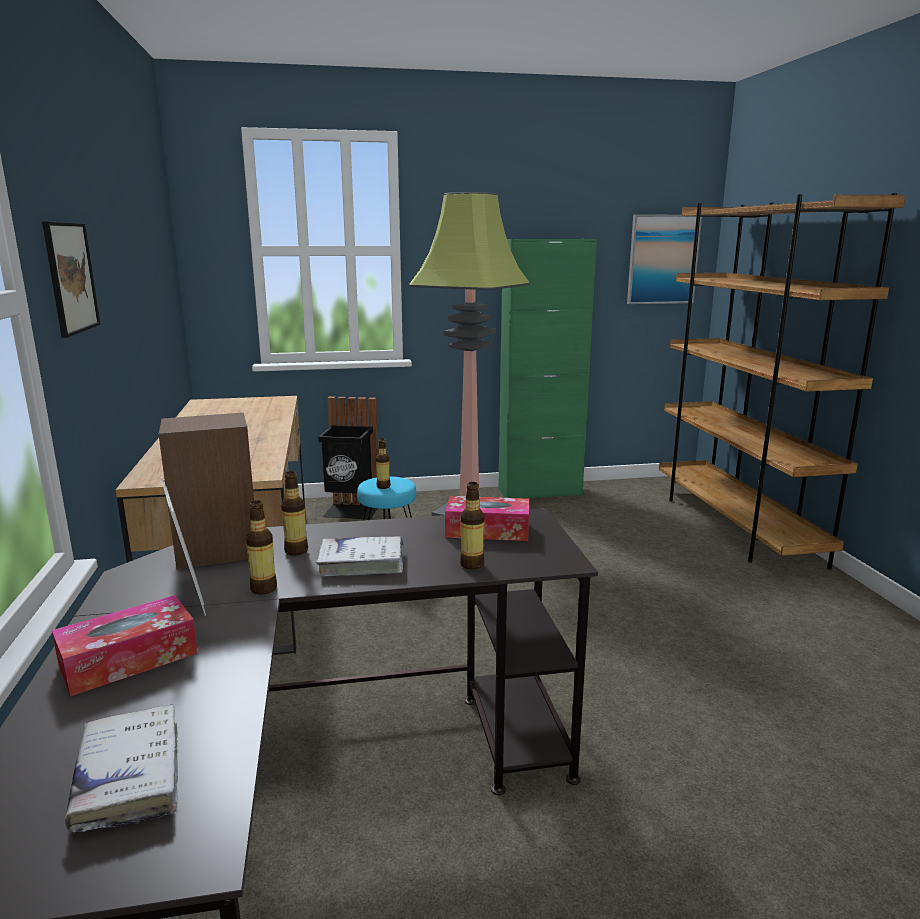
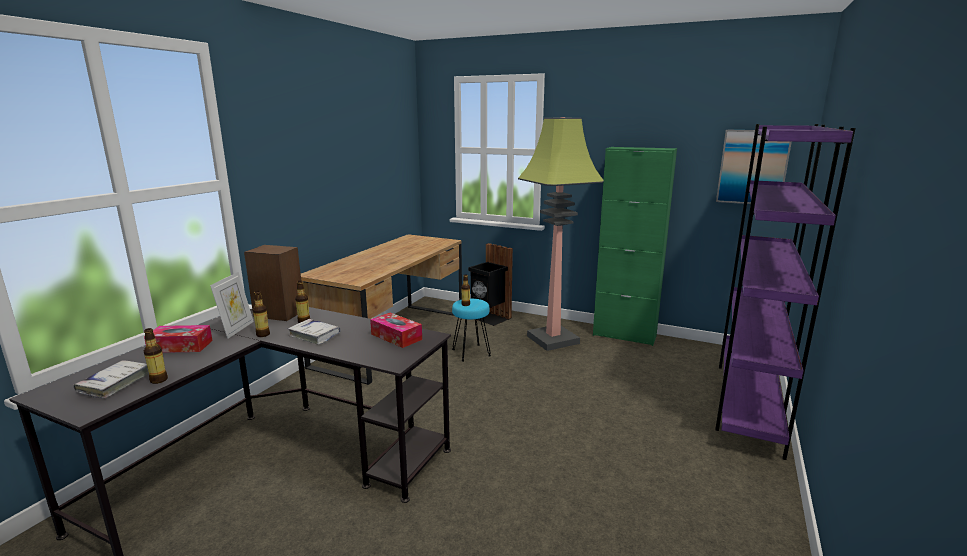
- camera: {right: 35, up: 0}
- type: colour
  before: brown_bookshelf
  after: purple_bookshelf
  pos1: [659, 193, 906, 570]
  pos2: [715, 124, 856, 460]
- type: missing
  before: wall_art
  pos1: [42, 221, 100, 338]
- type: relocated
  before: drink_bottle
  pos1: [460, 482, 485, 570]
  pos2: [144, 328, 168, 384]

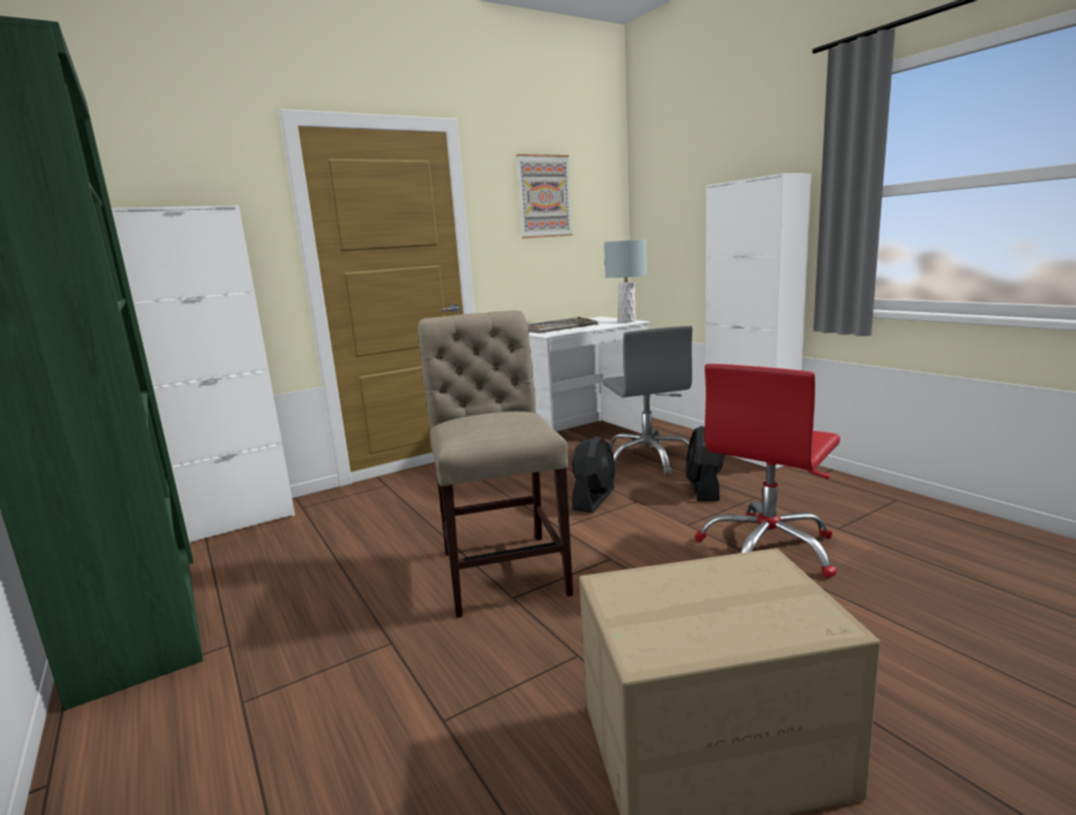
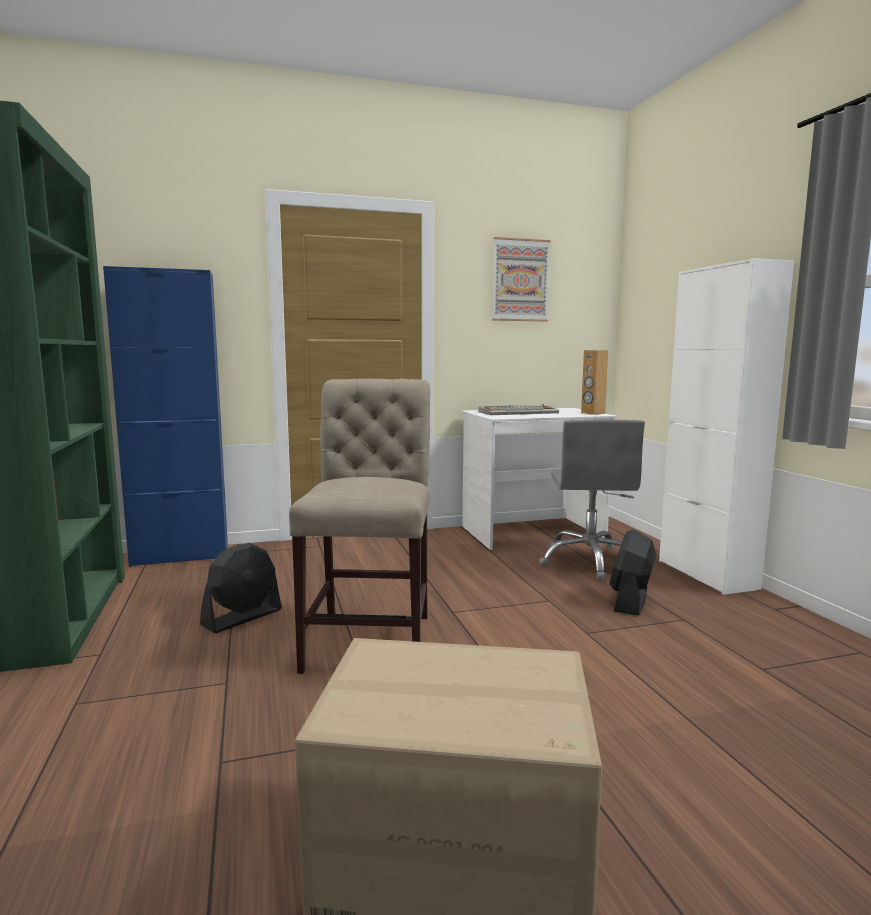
- camera: {right: 15, up: -5}
- type: colour
  before: white-coloured_cabinet
  after: bluish_cabinet
  pos1: [111, 205, 295, 544]
  pos2: [103, 266, 228, 567]
- type: exchanged
  before: grey_lamp_for_a_table
  after: brown_loudspeaker
  pos1: [604, 239, 647, 322]
  pos2: [581, 350, 608, 415]
- type: missing
  before: red-coloured_office_chair
  pos1: [695, 364, 840, 578]
- type: relocated
  before: black_fan
  pos1: [572, 436, 616, 513]
  pos2: [200, 543, 282, 633]

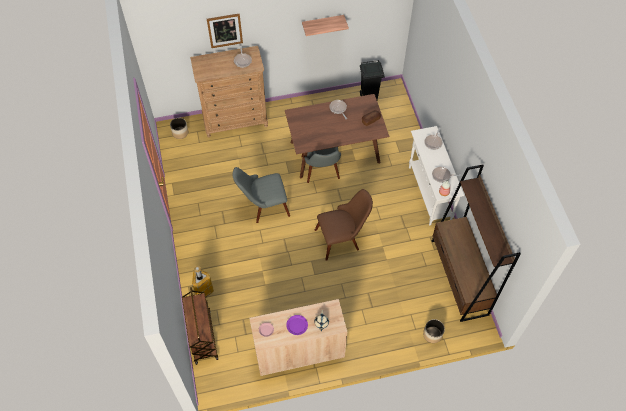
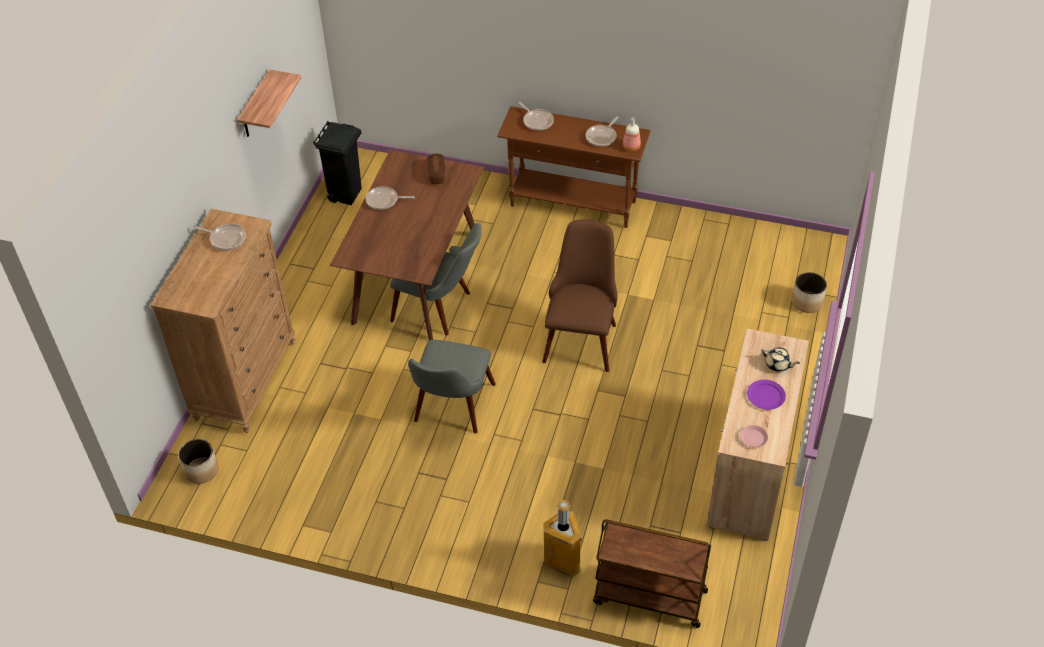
- camera: {right: -60, up: -10}
- type: missing
  before: wall_art
  pos1: [207, 14, 243, 48]
- type: colour
  before: white-coloured_console_table
  after: brown_console_table
  pos1: [409, 126, 465, 225]
  pos2: [497, 106, 650, 228]
- type: missing
  before: brown_bookshelf
  pos1: [432, 165, 521, 322]

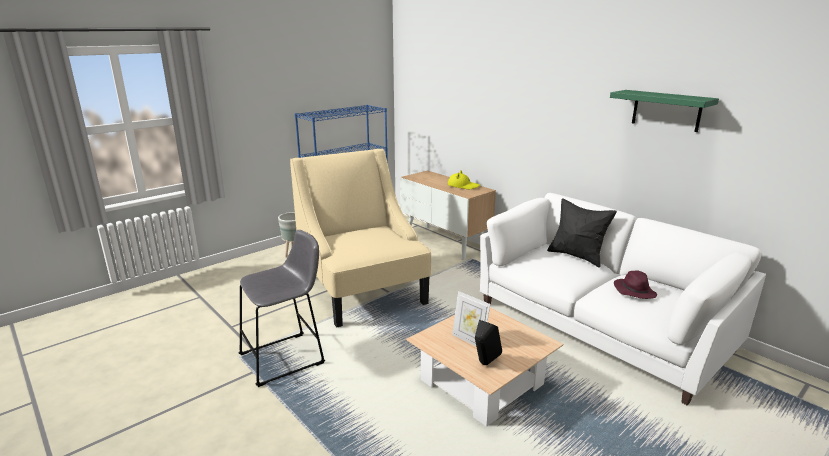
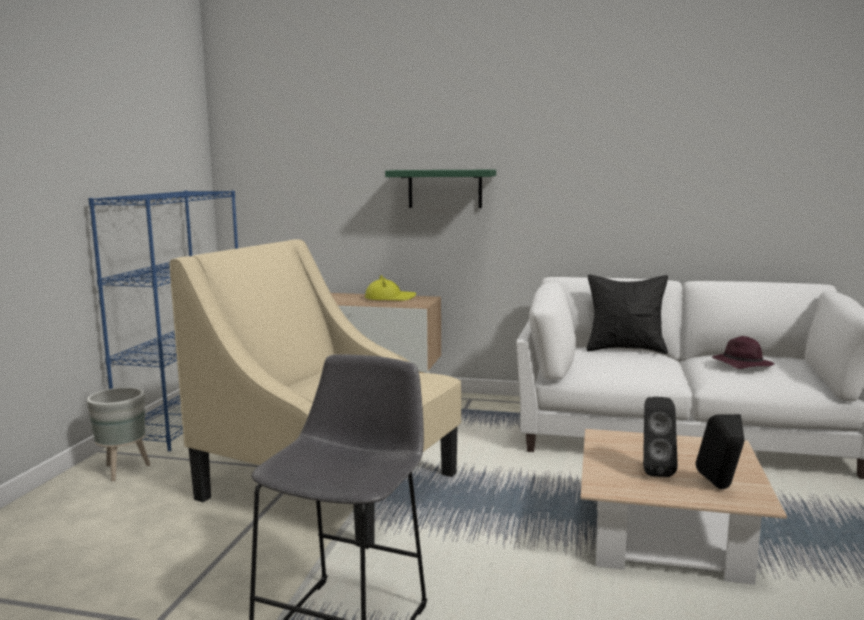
- camera: {right: -35, up: -10}
- type: relocated
  before: green_shelf
  pos1: [610, 90, 719, 132]
  pos2: [385, 169, 496, 208]
- type: exchanged
  before: photo_frame
  after: black_loudspeaker
  pos1: [452, 291, 490, 346]
  pos2: [643, 397, 678, 477]

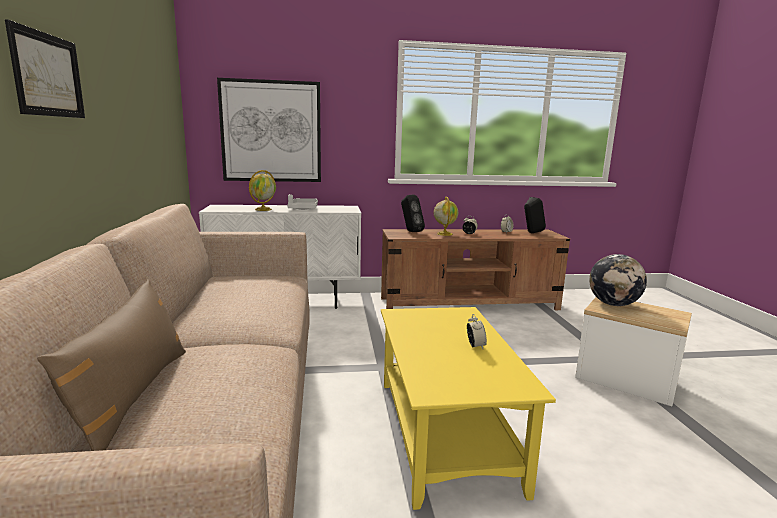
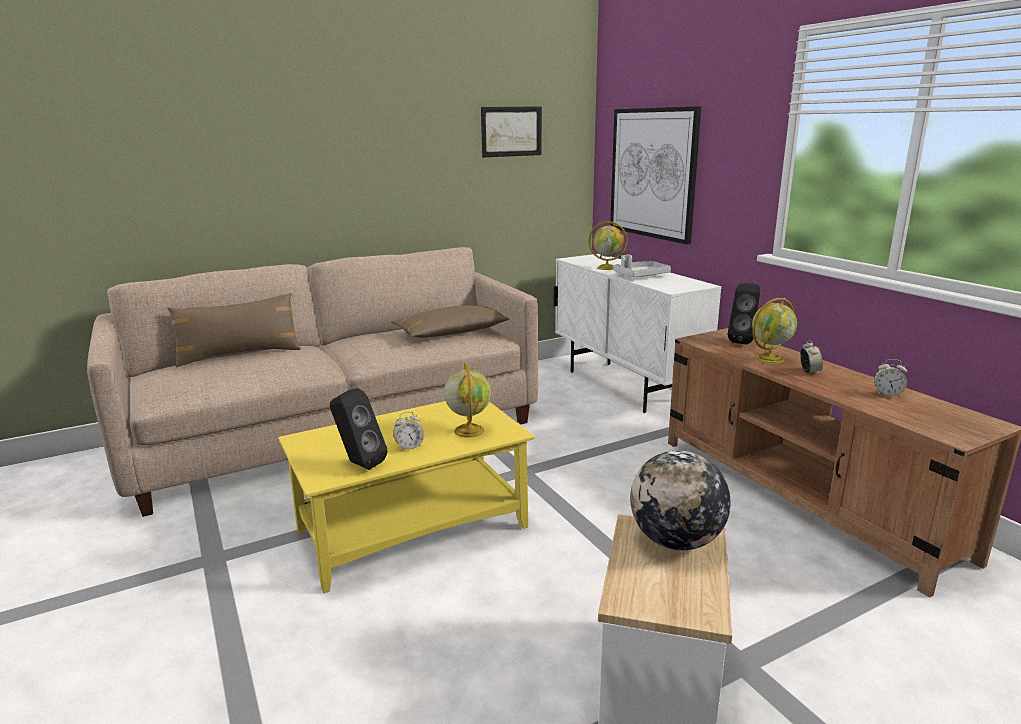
- camera: {right: 70, up: 5}
- type: relocated
  before: wall_art
  pos1: [5, 19, 85, 118]
  pos2: [481, 107, 542, 157]
- type: relocated
  before: black_loudspeaker
  pos1: [524, 197, 546, 233]
  pos2: [330, 388, 387, 470]
- type: appeared
  after: brown_pillow
  pos2: [391, 305, 509, 338]
- type: appeared
  after: globe
  pos2: [444, 362, 491, 438]

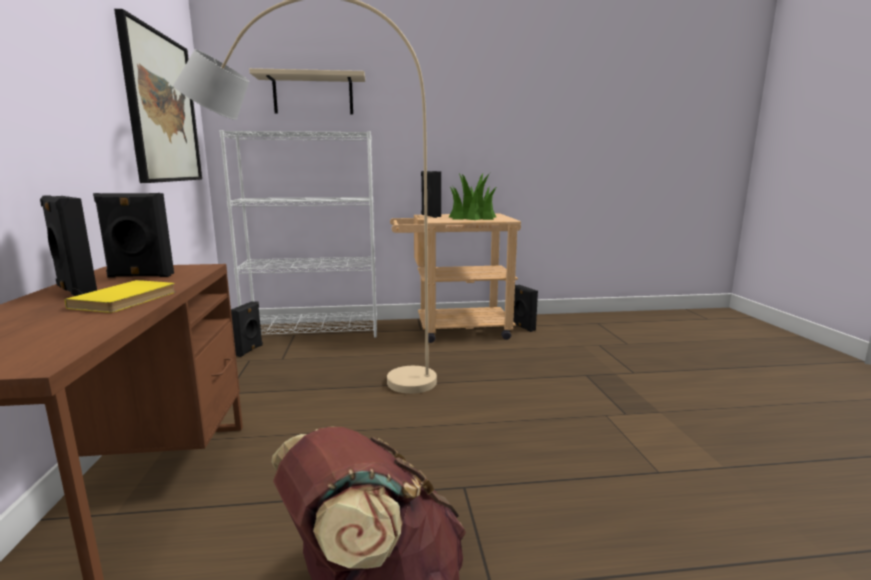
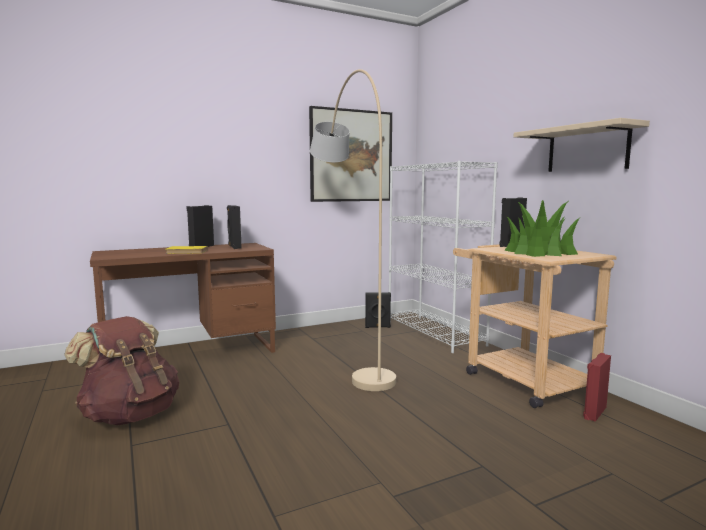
- camera: {right: 70, up: -5}
- type: relocated
  before: sand-coloured_shelf
  pos1: [249, 68, 365, 114]
  pos2: [514, 118, 650, 172]
- type: colour
  before: black_loudspeaker
  after: red-coloured_loudspeaker
  pos1: [514, 285, 538, 332]
  pos2: [583, 353, 611, 422]

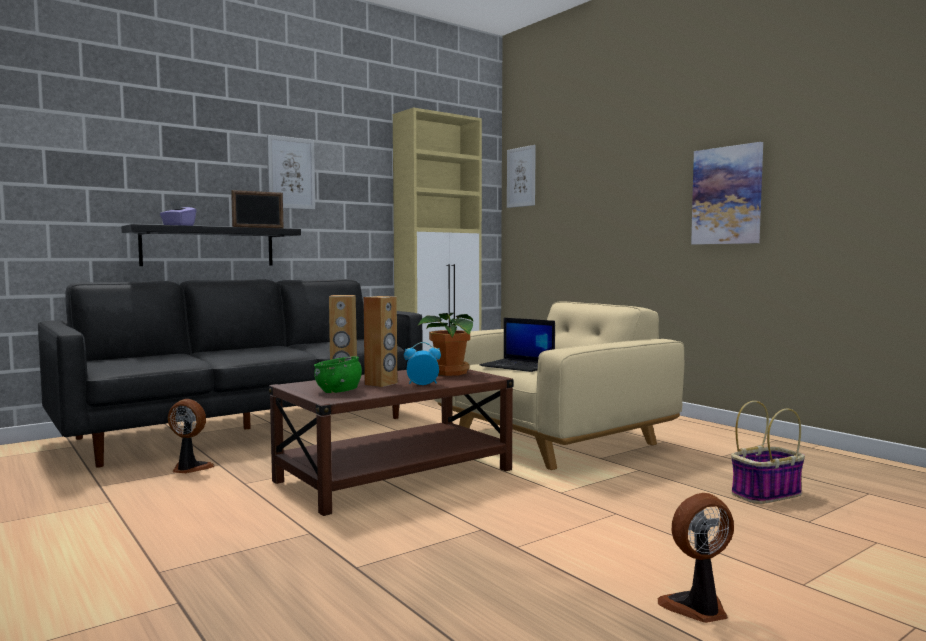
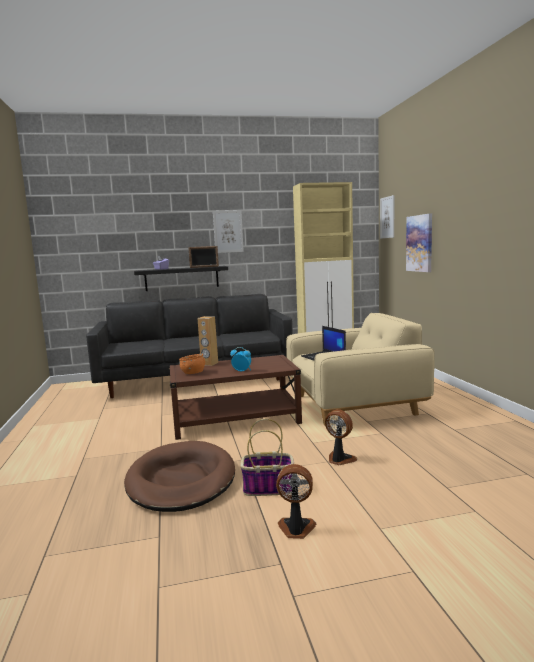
- camera: {right: 25, up: 5}
- type: relocated
  before: wall_art
  pos1: [691, 142, 763, 245]
  pos2: [406, 213, 432, 272]
- type: missing
  before: brown_loudspeaker
  pos1: [363, 296, 397, 387]
- type: missing
  before: potted_plant
  pos1: [418, 313, 474, 376]
- type: colour
  before: green_serving_bowl
  after: orange_serving_bowl
  pos1: [314, 356, 362, 393]
  pos2: [179, 354, 205, 374]
- type: relocated
  before: fan
  pos1: [168, 399, 215, 473]
  pos2: [325, 409, 358, 465]
- type: relocated
  before: household_basket
  pos1: [731, 401, 805, 504]
  pos2: [240, 419, 294, 496]
- type: appeared
  after: brown_pet_bed
  pos2: [124, 441, 235, 512]

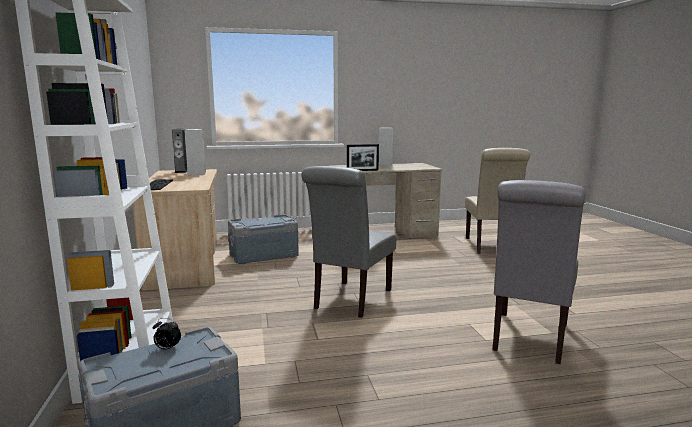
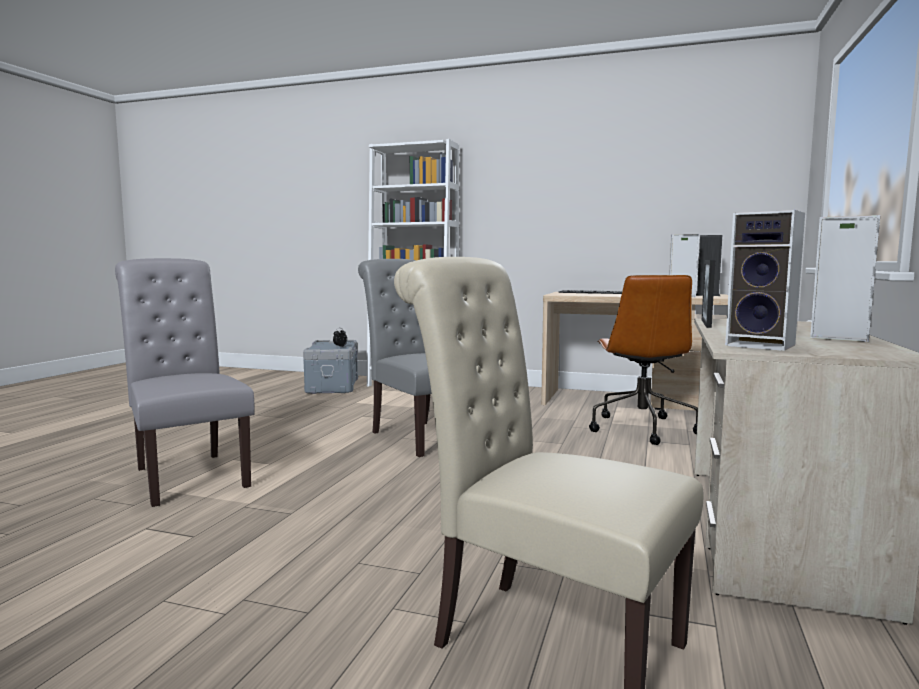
- camera: {right: 120, up: -5}
- type: exchanged
  before: grey_storage_bin
  after: brown_office_chair
  pos1: [228, 215, 299, 264]
  pos2: [589, 275, 698, 445]
- type: appeared
  after: loudspeaker
  pos2: [725, 210, 805, 351]

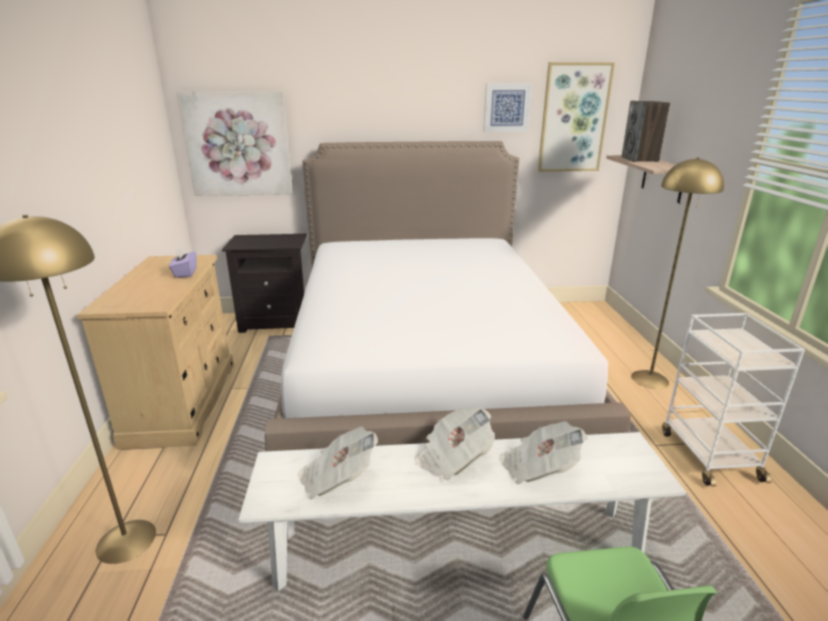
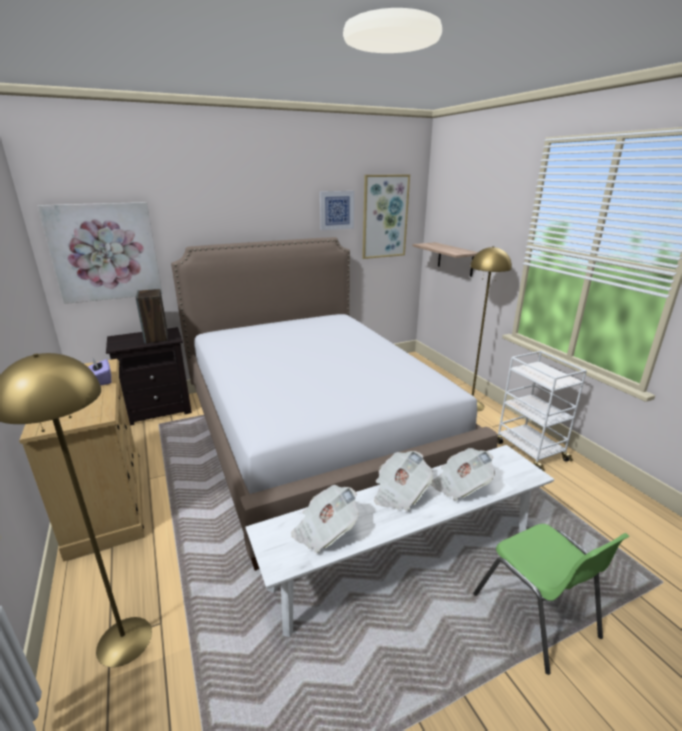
- camera: {right: -20, up: 0}
- type: relocated
  before: loudspeaker
  pos1: [622, 101, 670, 162]
  pos2: [136, 289, 168, 344]

